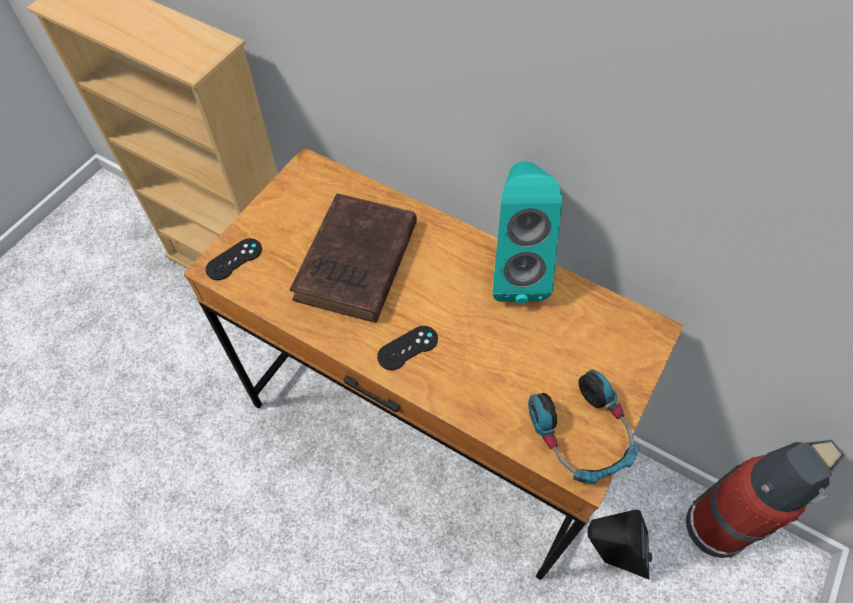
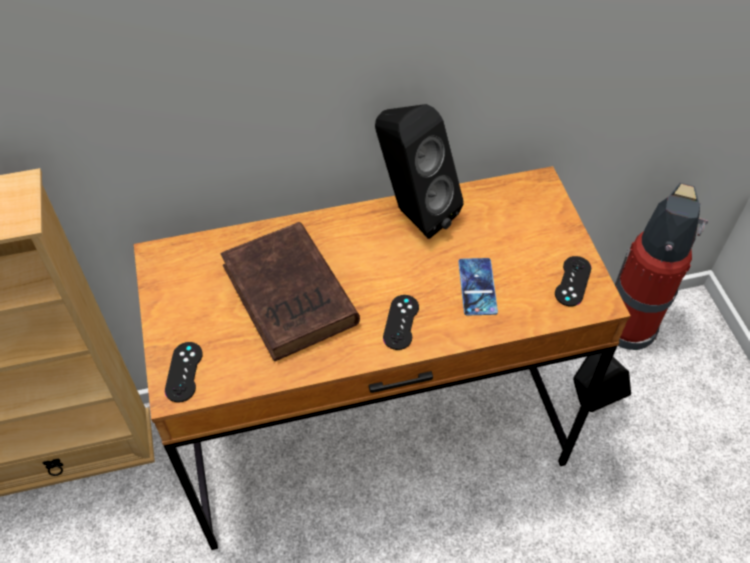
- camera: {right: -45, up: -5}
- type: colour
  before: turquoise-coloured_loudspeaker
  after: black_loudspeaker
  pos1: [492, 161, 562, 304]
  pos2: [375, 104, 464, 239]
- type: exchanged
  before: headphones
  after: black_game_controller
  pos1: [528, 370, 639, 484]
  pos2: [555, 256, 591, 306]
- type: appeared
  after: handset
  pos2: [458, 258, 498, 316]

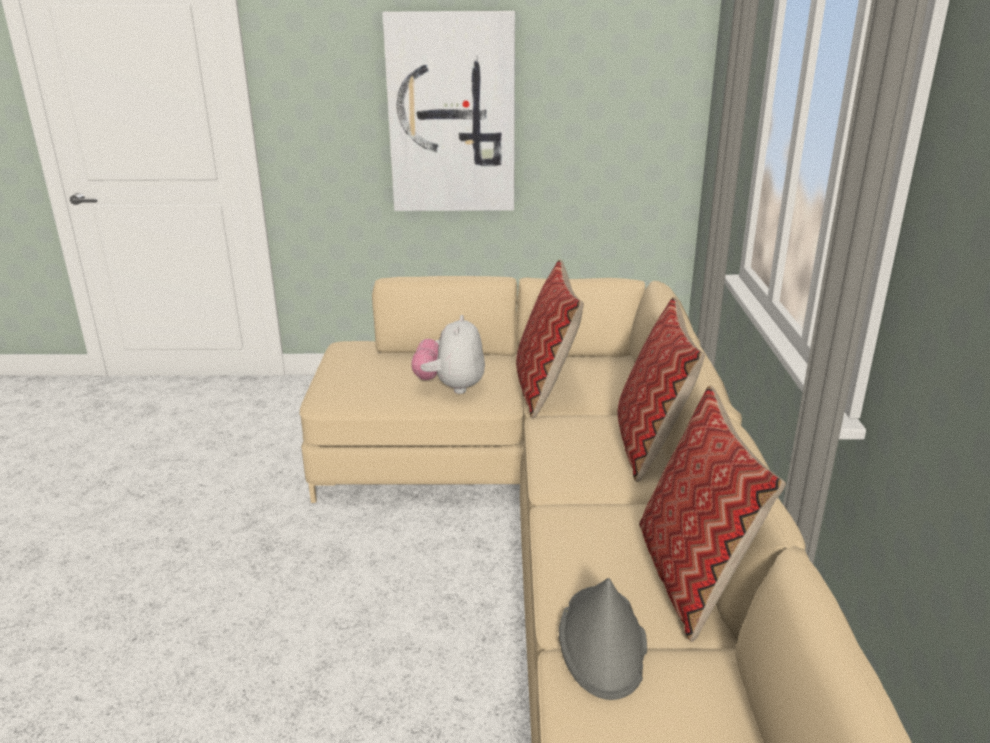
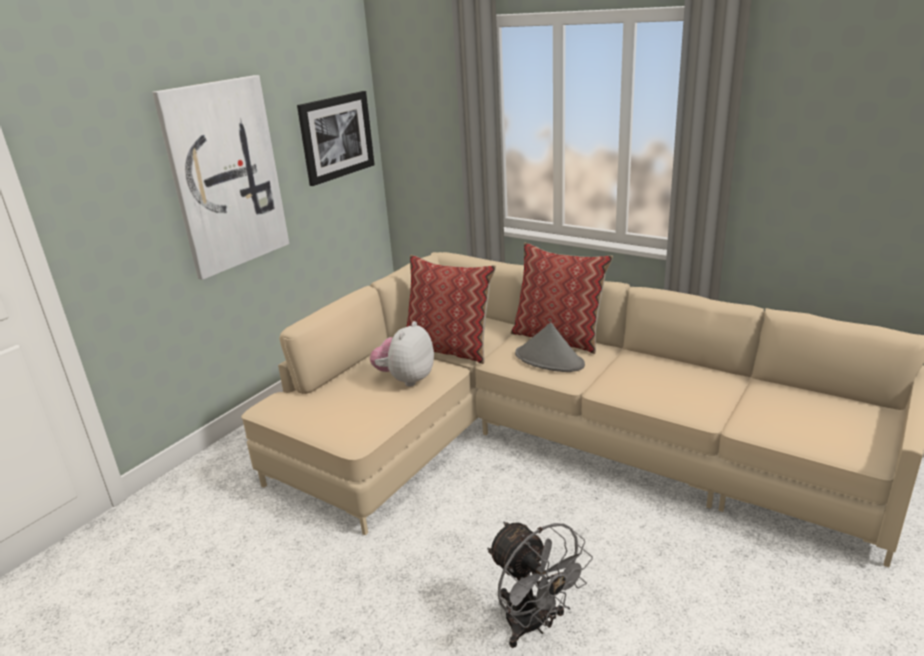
- camera: {right: -55, up: 0}
- type: spun
  before: cuddly_toy
  pos1: [411, 315, 485, 394]
  pos2: [370, 321, 434, 387]
  turn: 75
- type: missing
  before: pillow
  pos1: [639, 386, 786, 642]
- type: relocated
  before: grey_hat
  pos1: [559, 578, 647, 700]
  pos2: [515, 322, 585, 372]
- type: appeared
  after: wall_art
  pos2: [297, 91, 375, 186]
- type: appeared
  after: grey_fan
  pos2: [487, 522, 593, 648]

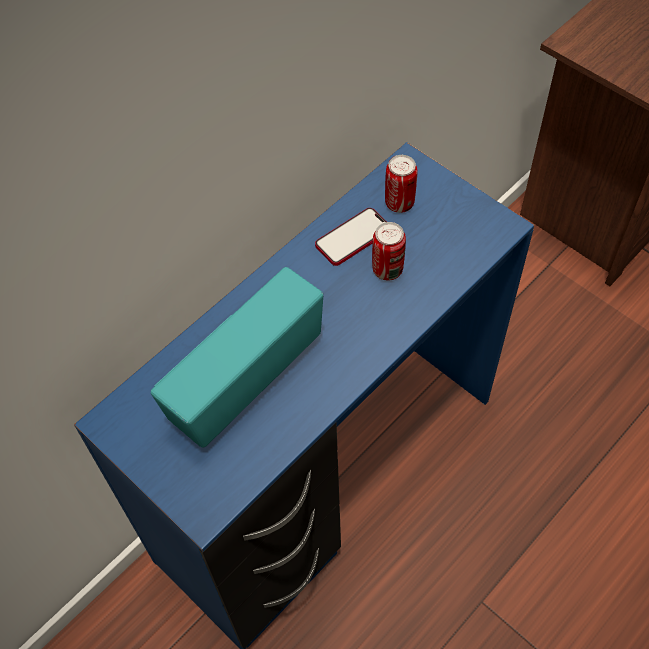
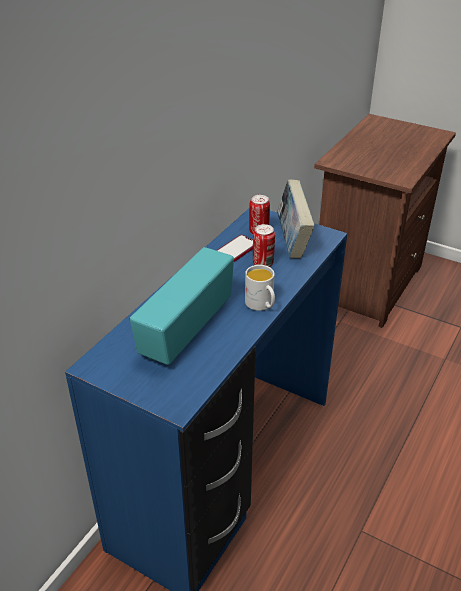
- camera: {right: -15, up: -20}
- type: appeared
  after: bound_book
  pos2: [277, 179, 315, 259]
- type: appeared
  after: white-coloured_tea_mug
  pos2: [245, 265, 275, 311]

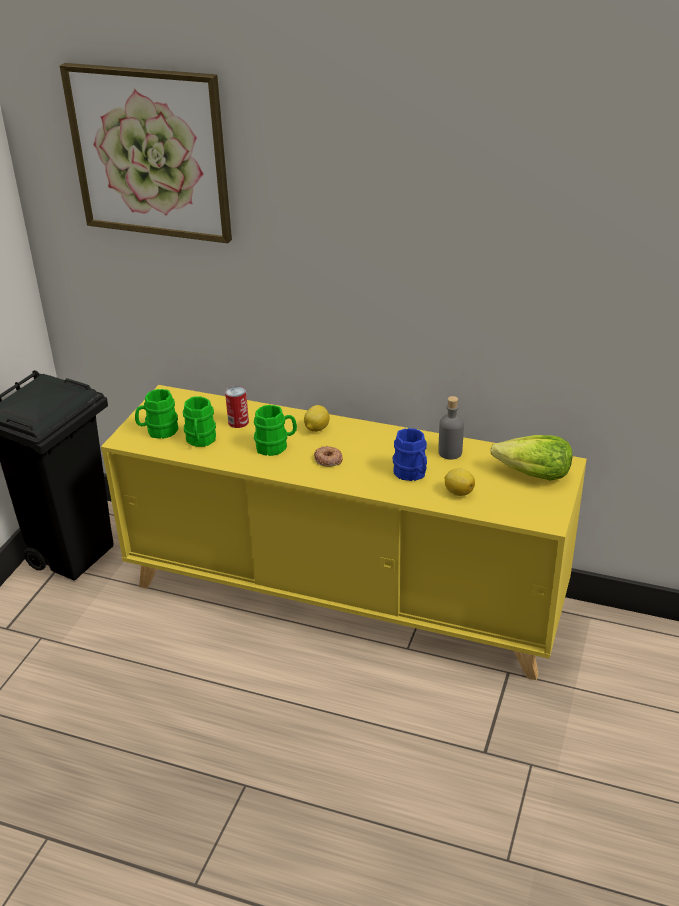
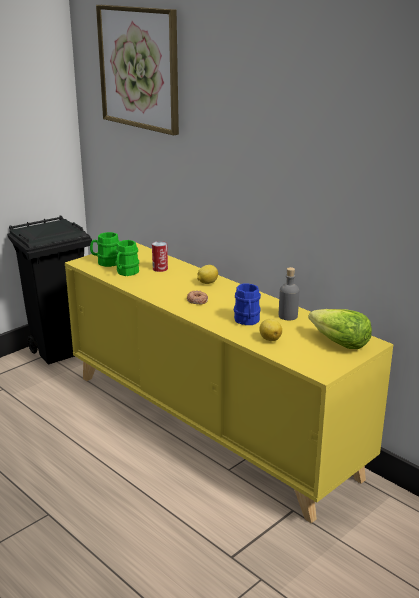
- camera: {right: 25, up: -10}
- type: missing
  before: green_tea_mug
  pos1: [254, 405, 297, 456]

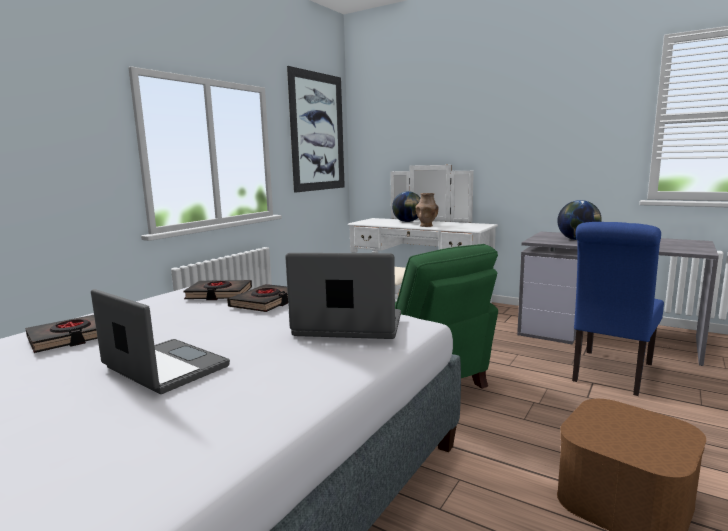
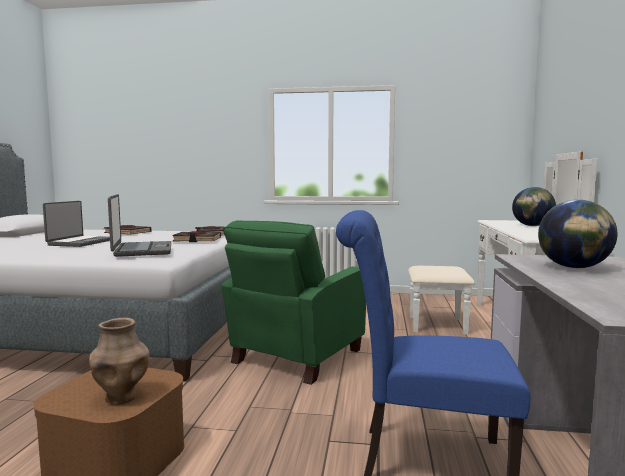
- camera: {right: 65, up: -5}
- type: missing
  before: wall_art
  pos1: [287, 66, 345, 193]
- type: relocated
  before: brown_vase
  pos1: [416, 193, 438, 227]
  pos2: [89, 318, 150, 405]

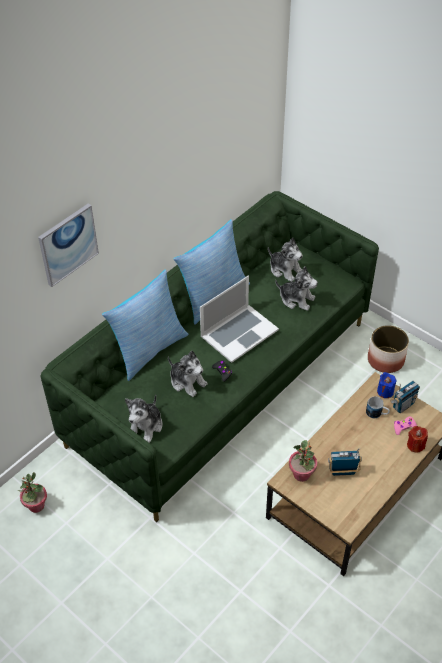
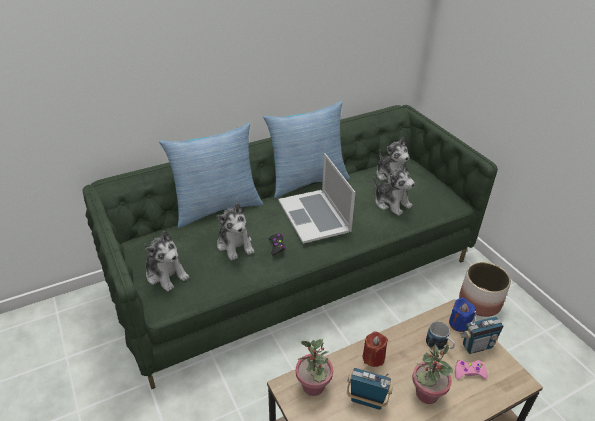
- camera: {right: 20, up: -10}
- type: missing
  before: wall_art
  pos1: [38, 204, 99, 287]
- type: spun
  before: notebook_computer
  pos1: [200, 276, 279, 363]
  pos2: [278, 153, 356, 244]
  turn: 90
- type: spun
  before: cuddly_toy
  pos1: [125, 394, 163, 443]
  pos2: [144, 231, 189, 292]
  turn: -90
- type: relocated
  before: red-coloured_wax_candle
  pos1: [407, 426, 428, 452]
  pos2: [363, 331, 388, 367]
- type: relocated
  before: potted_plant
  pos1: [18, 472, 47, 513]
  pos2: [412, 344, 453, 404]

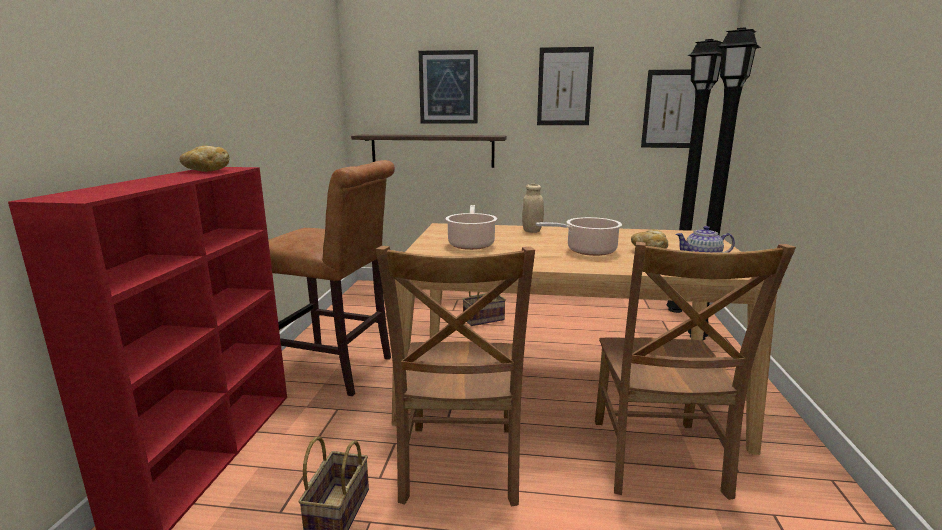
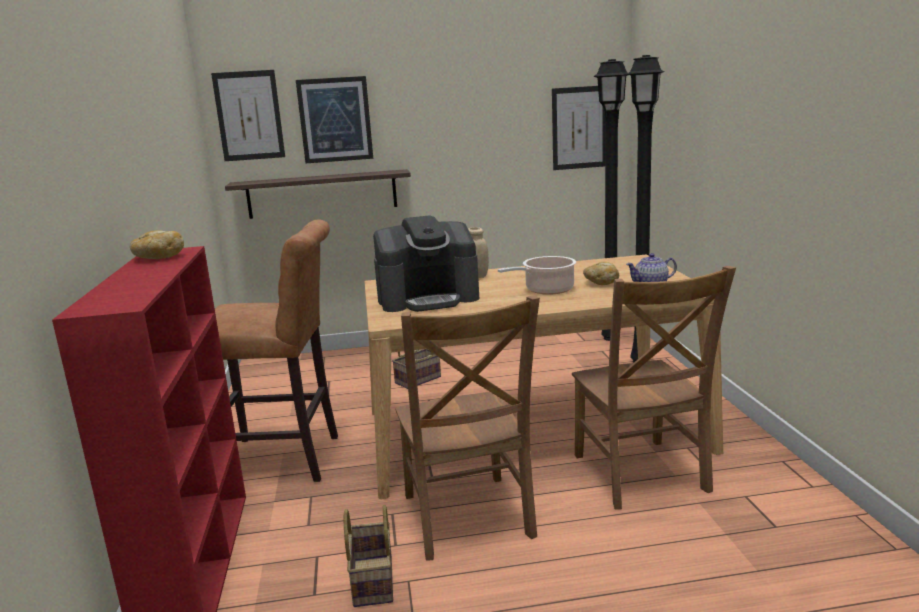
- camera: {right: -15, up: 0}
- type: relocated
  before: wall_art
  pos1: [537, 47, 594, 125]
  pos2: [211, 70, 285, 161]
- type: exchanged
  before: stockpot
  after: coffee_machine
  pos1: [445, 205, 497, 250]
  pos2: [373, 215, 479, 312]

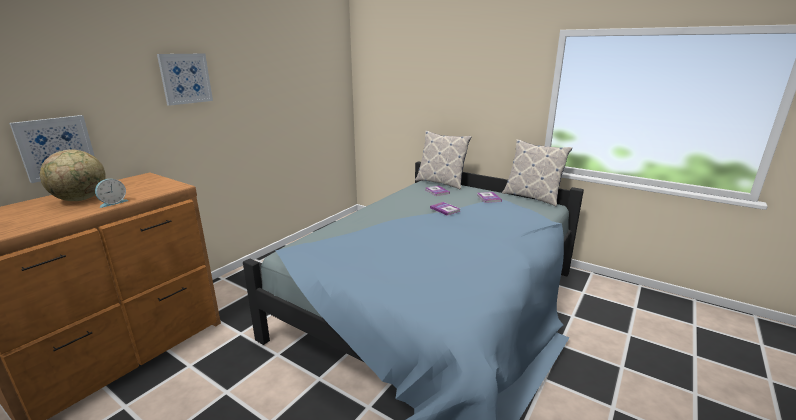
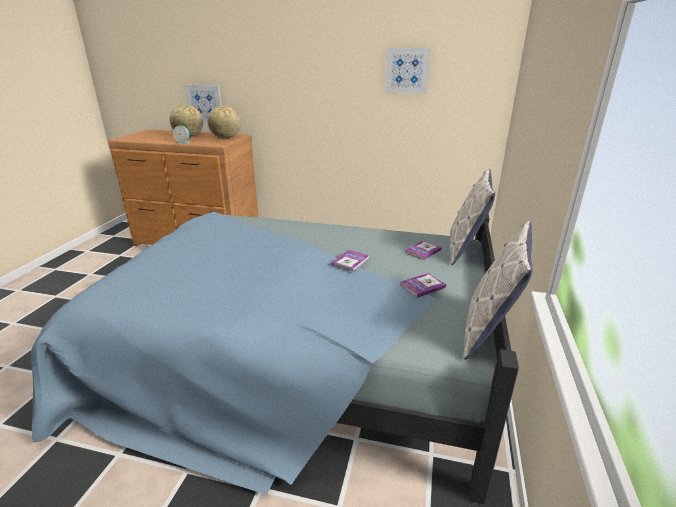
- camera: {right: 70, up: 5}
- type: relocated
  before: wall_art
  pos1: [157, 54, 213, 106]
  pos2: [385, 48, 430, 94]
- type: appeared
  after: globe
  pos2: [207, 105, 241, 139]

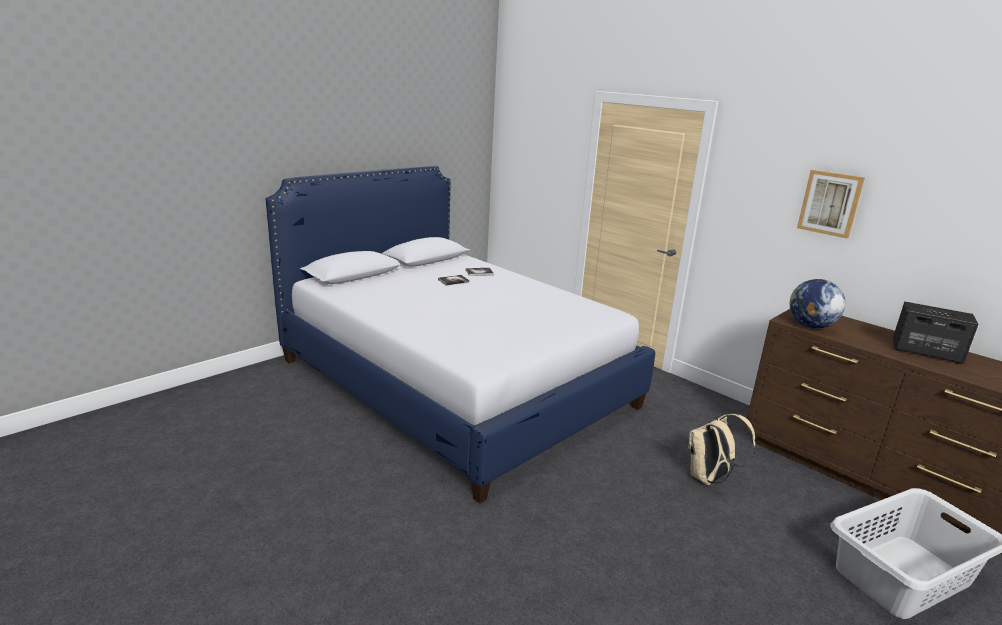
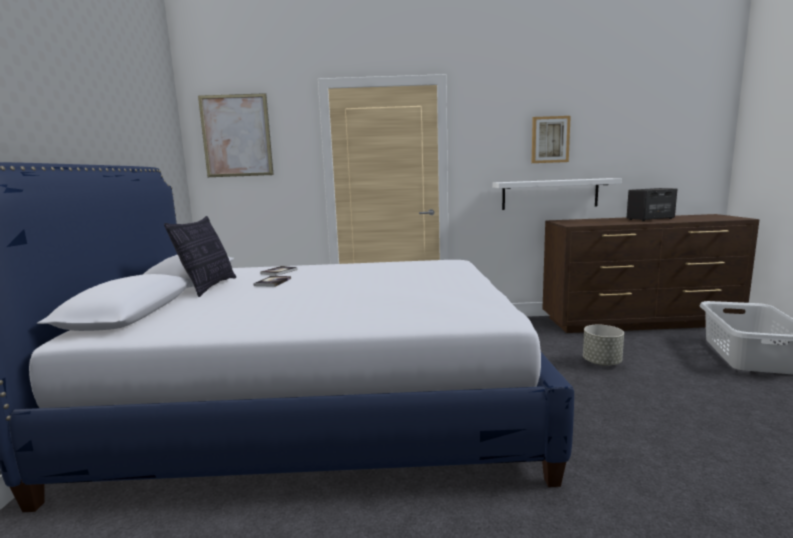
- camera: {right: -45, up: -10}
- type: missing
  before: globe
  pos1: [789, 279, 846, 328]
- type: exchanged
  before: sand-coloured_rucksack
  after: grey_plant_pot
  pos1: [688, 414, 755, 485]
  pos2: [583, 325, 624, 366]
- type: appeared
  after: wall_art
  pos2: [198, 93, 274, 177]
- type: appeared
  after: white-coloured_shelf
  pos2: [492, 178, 622, 210]
- type: appeared
  after: pillow
  pos2: [164, 216, 236, 297]

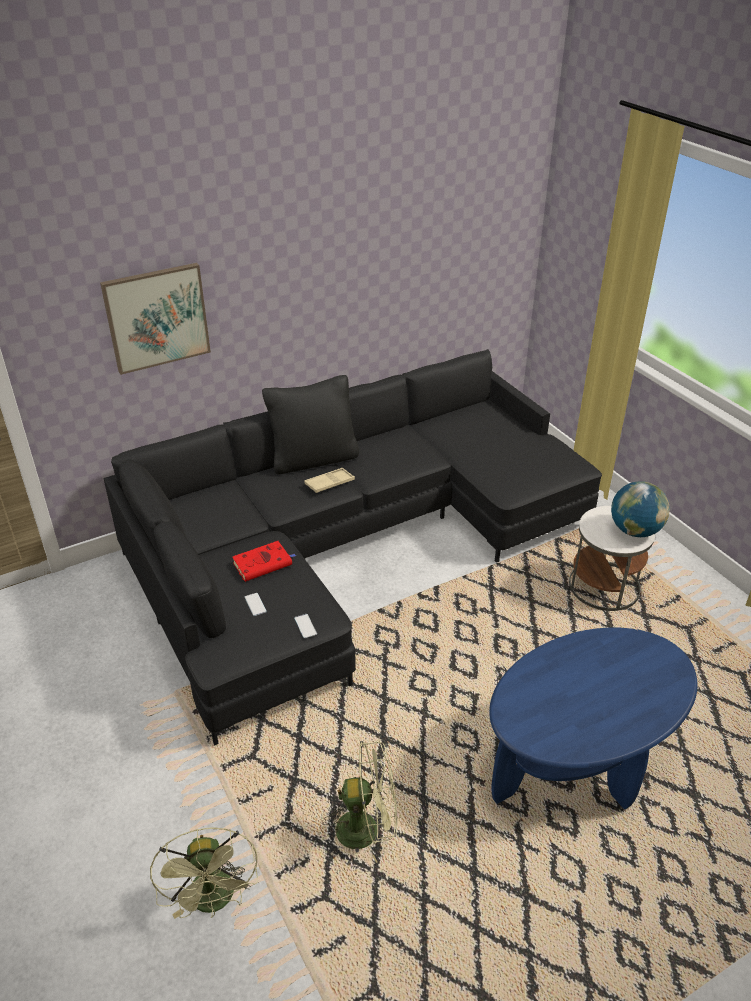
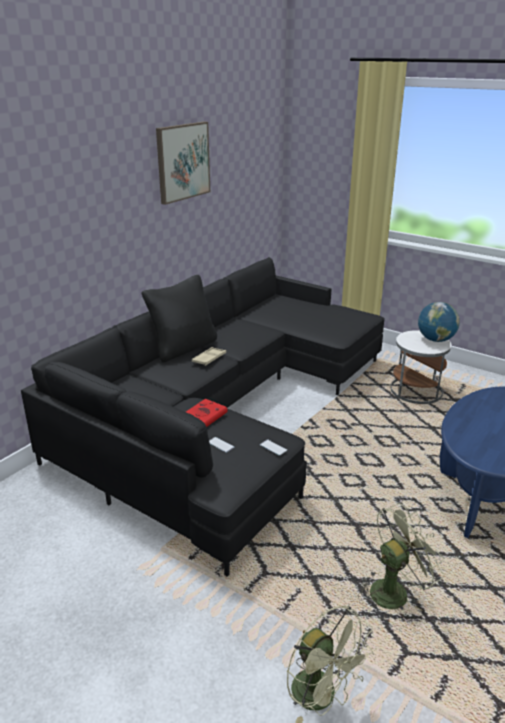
- camera: {right: -25, up: -10}
- type: relocated
  before: wall_art
  pos1: [100, 263, 211, 375]
  pos2: [156, 121, 210, 205]

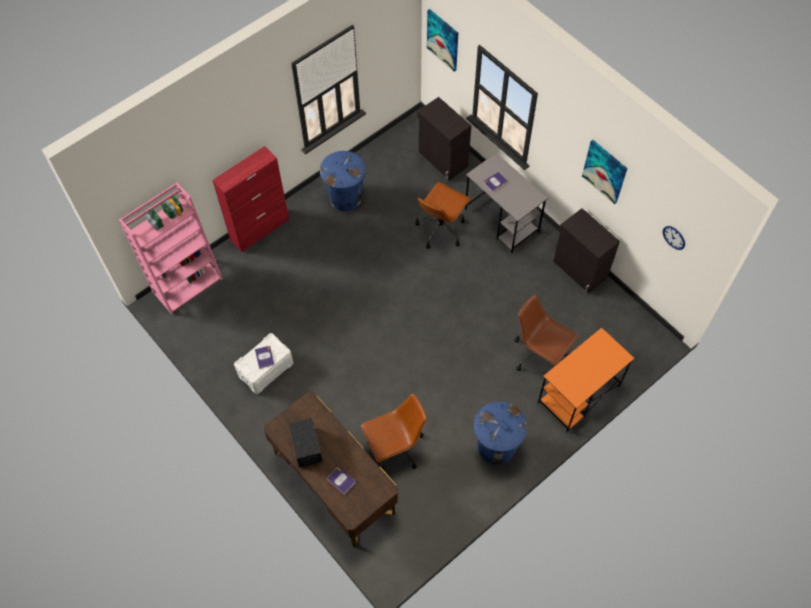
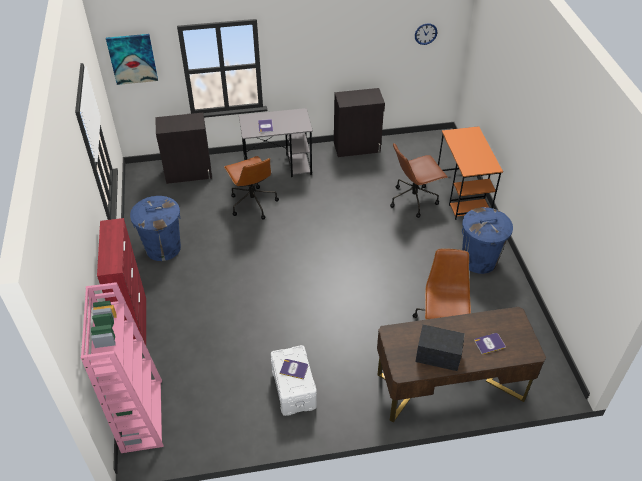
- camera: {right: -60, up: -15}
- type: missing
  before: wall_art
  pos1: [582, 140, 627, 204]

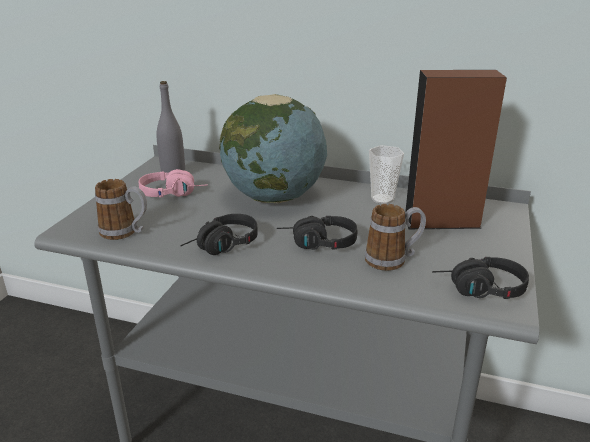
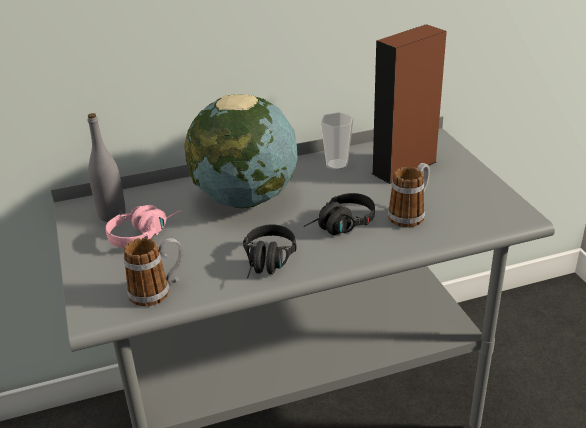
- camera: {right: -35, up: 5}
- type: missing
  before: black_headphones
  pos1: [432, 257, 529, 299]

